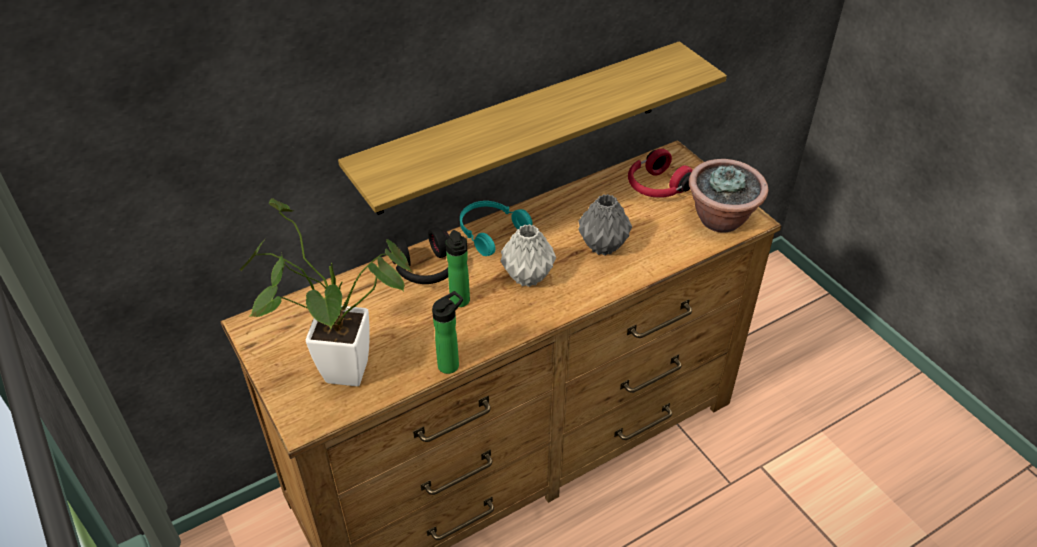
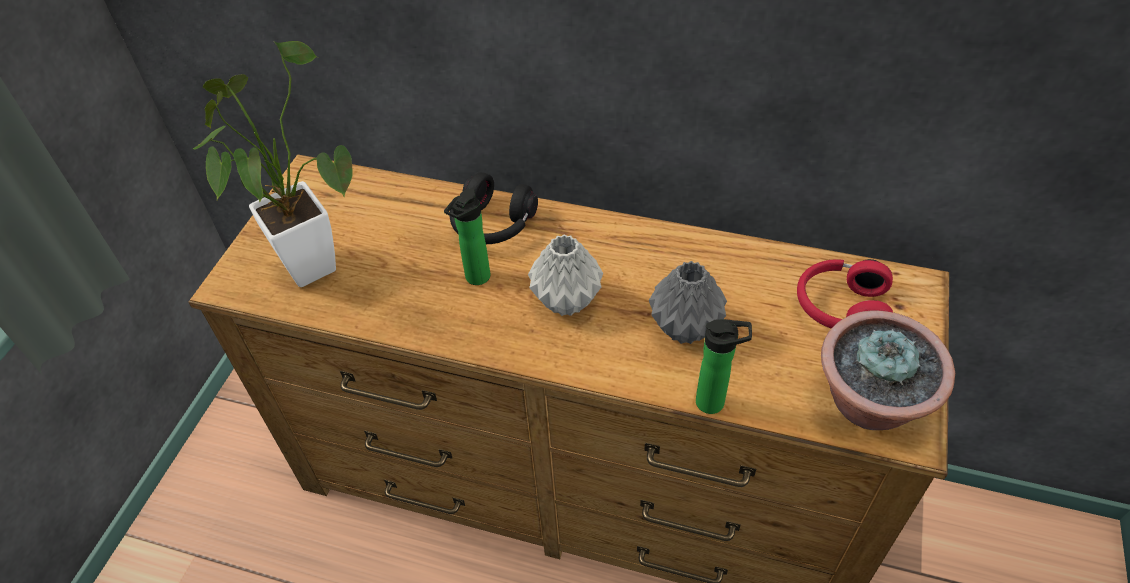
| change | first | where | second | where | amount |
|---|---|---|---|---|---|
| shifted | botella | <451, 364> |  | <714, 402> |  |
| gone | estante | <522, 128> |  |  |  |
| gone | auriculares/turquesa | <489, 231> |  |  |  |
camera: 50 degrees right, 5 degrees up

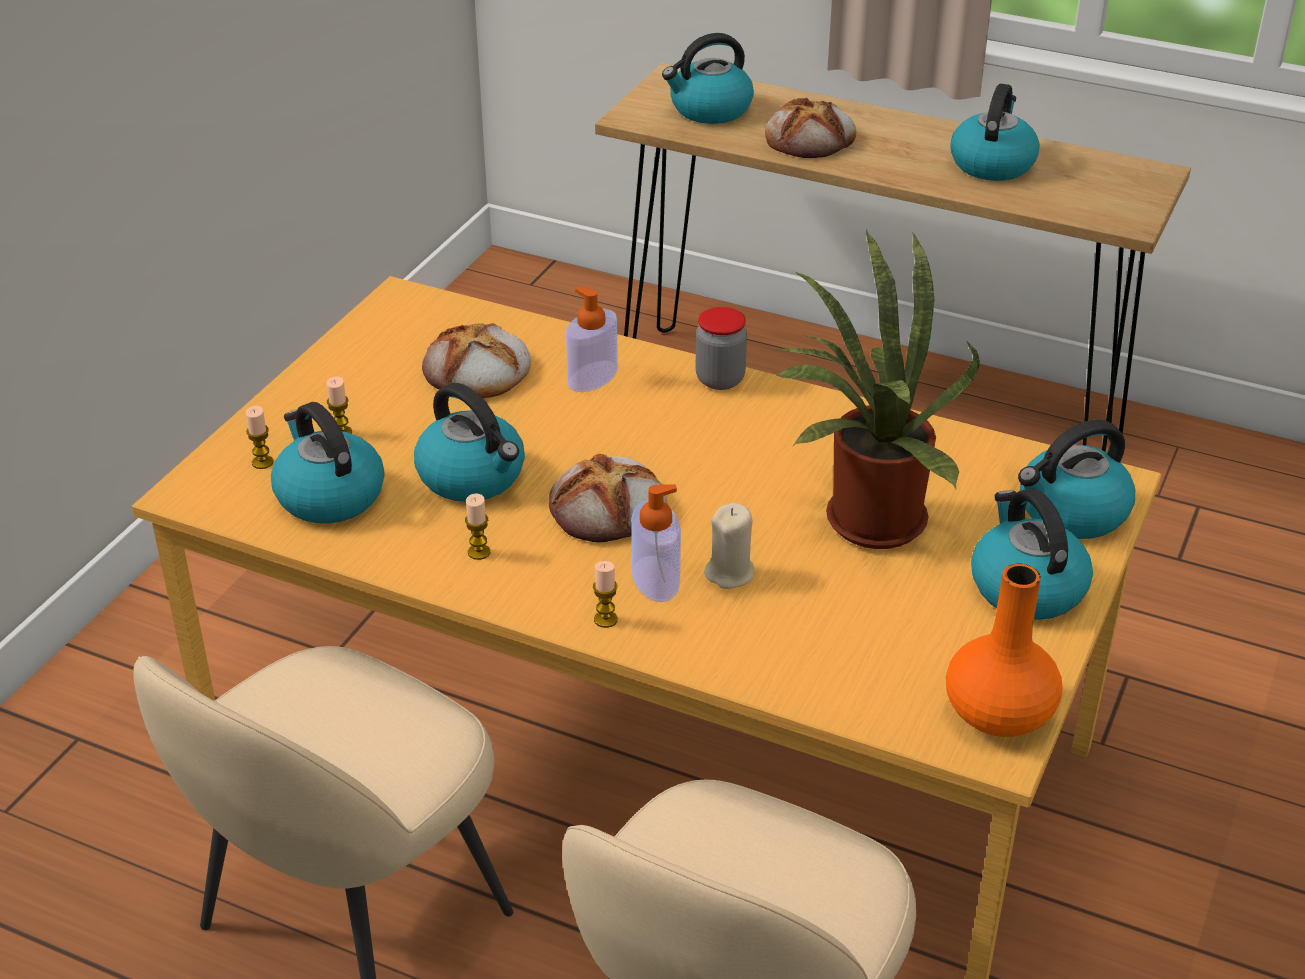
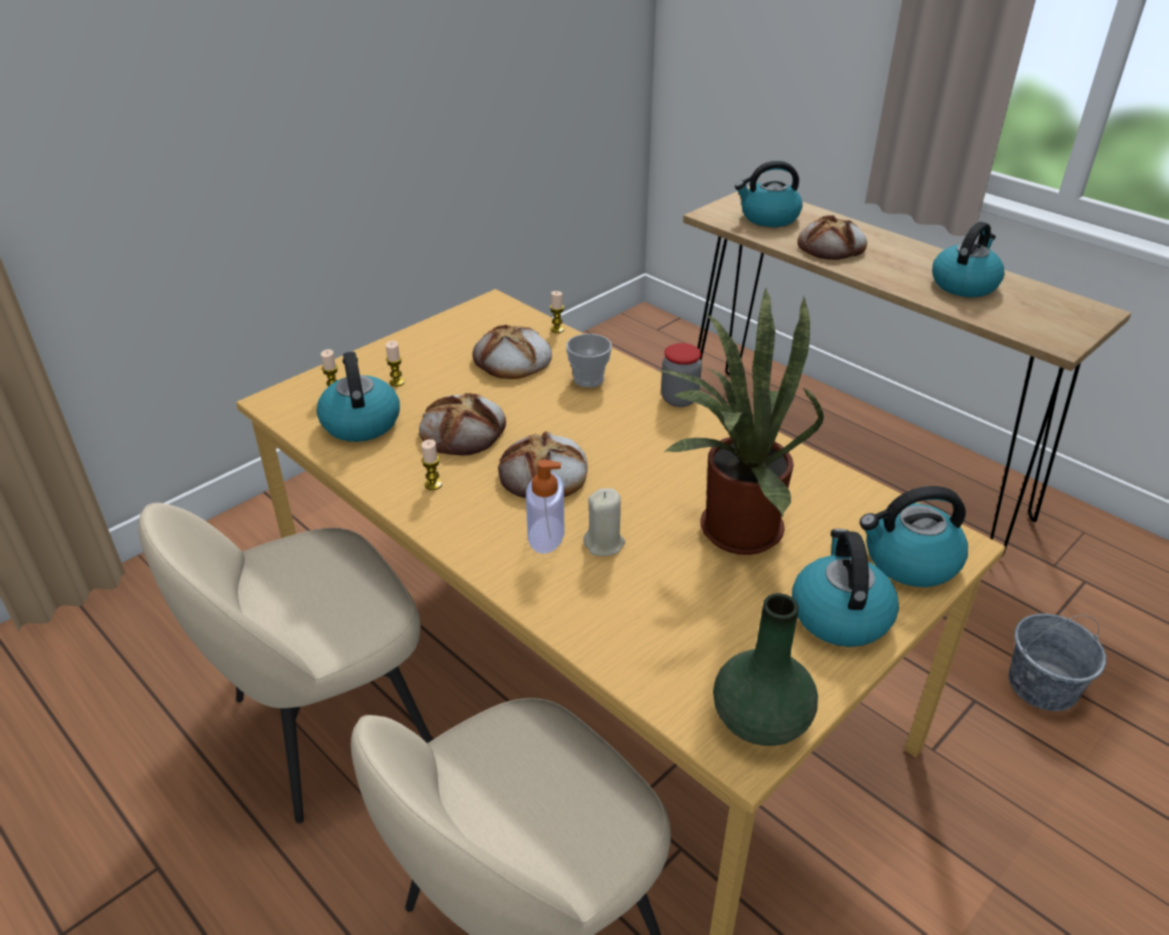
| change | first | where | second | where | amount |
|---|---|---|---|---|---|
| swapped | hervidor | <473, 477> | pan | <463, 430> |  |
| shifted | vela | <605, 619> |  | <557, 329> |  |
| swapped | dispensador de jabón | <592, 377> | taza | <588, 379> |  |
| repainted | florero/naranja | <997, 715> | florero/verde | <759, 720> |  |
| new |  |  | cubo/gris | <1043, 685> |  |
camera: 20 degrees right, 0 degrees up

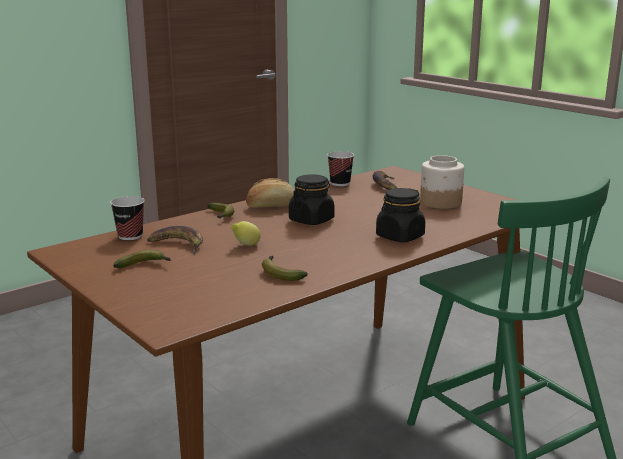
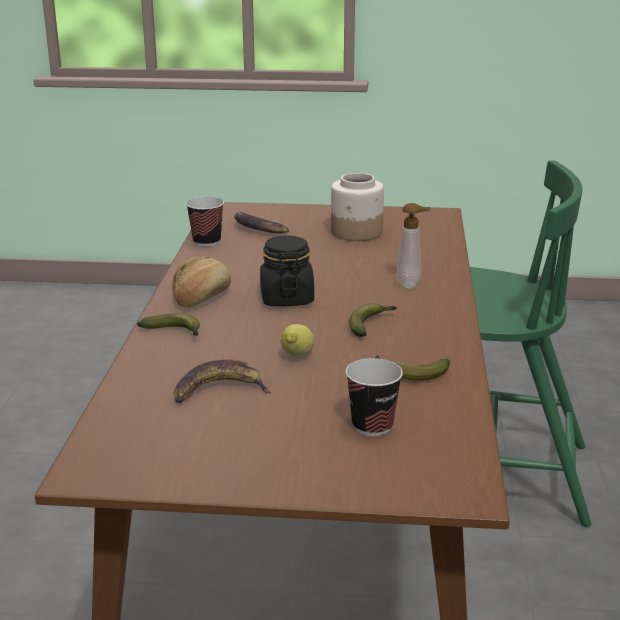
| change | first | where | second | where | amount |
|---|---|---|---|---|---|
| shifted | taza | <130, 236> |  | <372, 426> |  |
| shifted | plátano | <144, 265> |  | <371, 325> |  |
| swapped | tarro/negro | <400, 237> | dispensador de jabón | <411, 285> |  |
camera: 45 degrees left, 5 degrees up

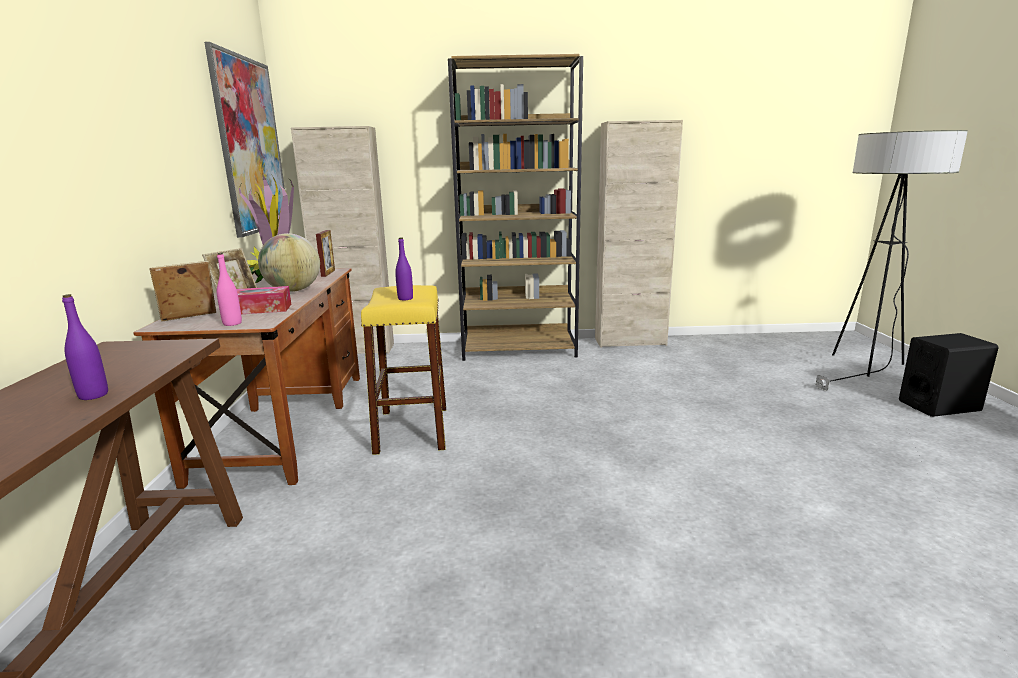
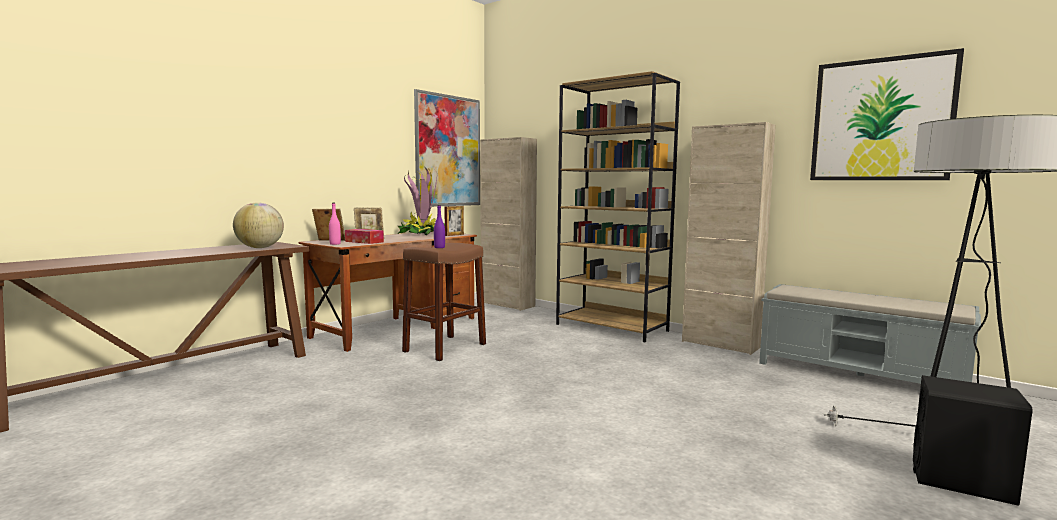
| change | first | where | second | where | amount |
|---|---|---|---|---|---|
| shifted | globo terráqueo | <293, 290> |  | <260, 248> |  |
| repainted | taburete/amarillo | <412, 430> | taburete/marrón | <445, 348> |  |
| new |  |  | banco/gris | <860, 374> |  |
| new |  |  | cuadro | <881, 120> |  |
| gone | botella/morado | <93, 395> |  |  |  |
camera: 40 degrees right, 10 degrees down

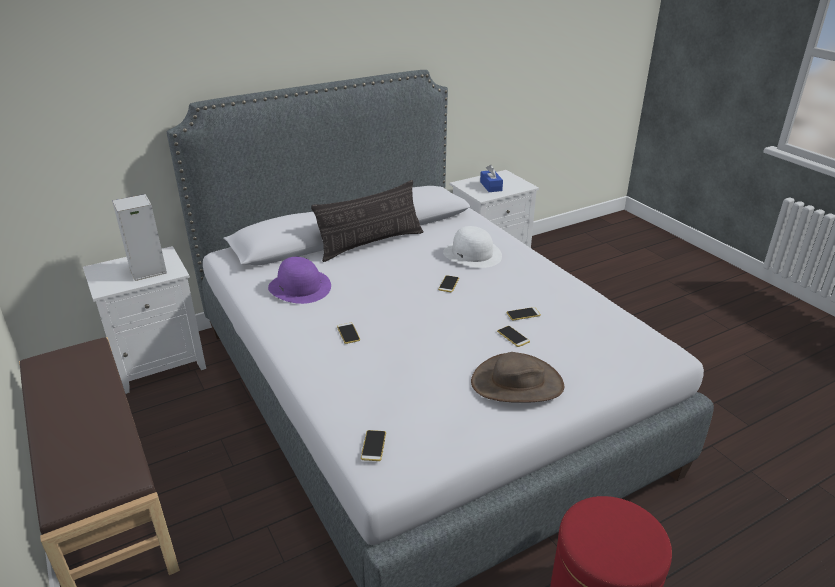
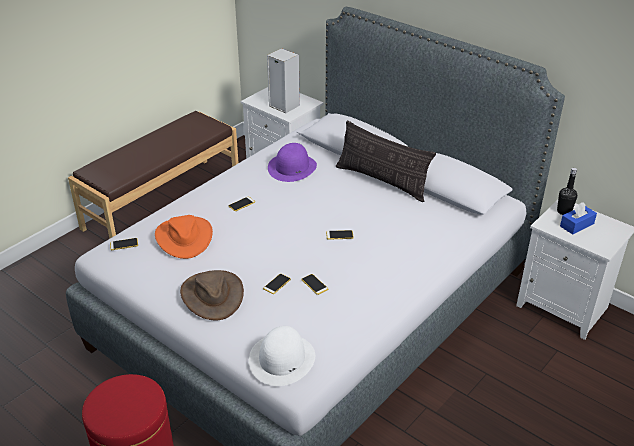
| change | first | where | second | where | amount |
|---|---|---|---|---|---|
| new |  |  | sombrero/naranja | <184, 237> |  |
| shifted | sombrero/blanco | <472, 254> |  | <282, 359> |  |
| new |  |  | botella/negro | <564, 211> |  |
camera: 70 degrees right, 5 degrees up

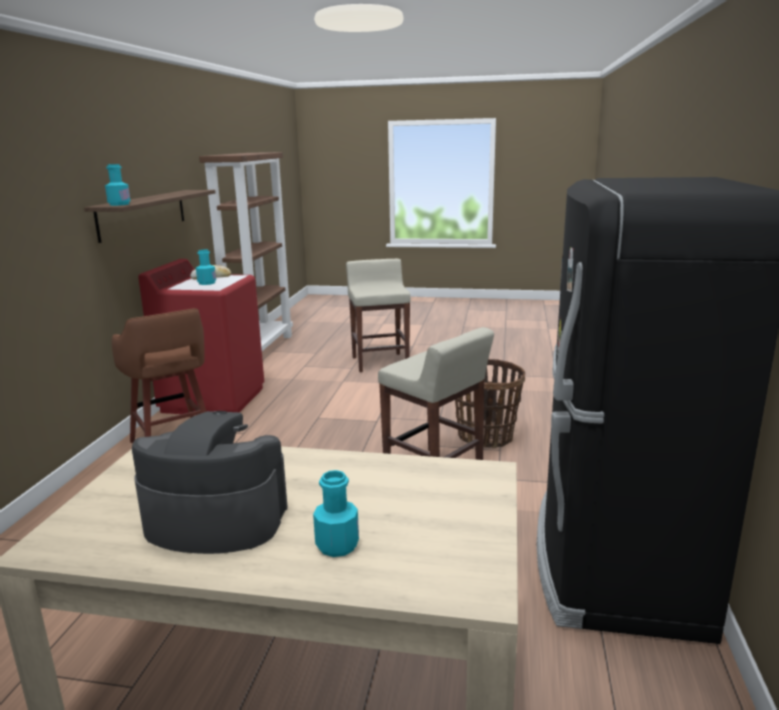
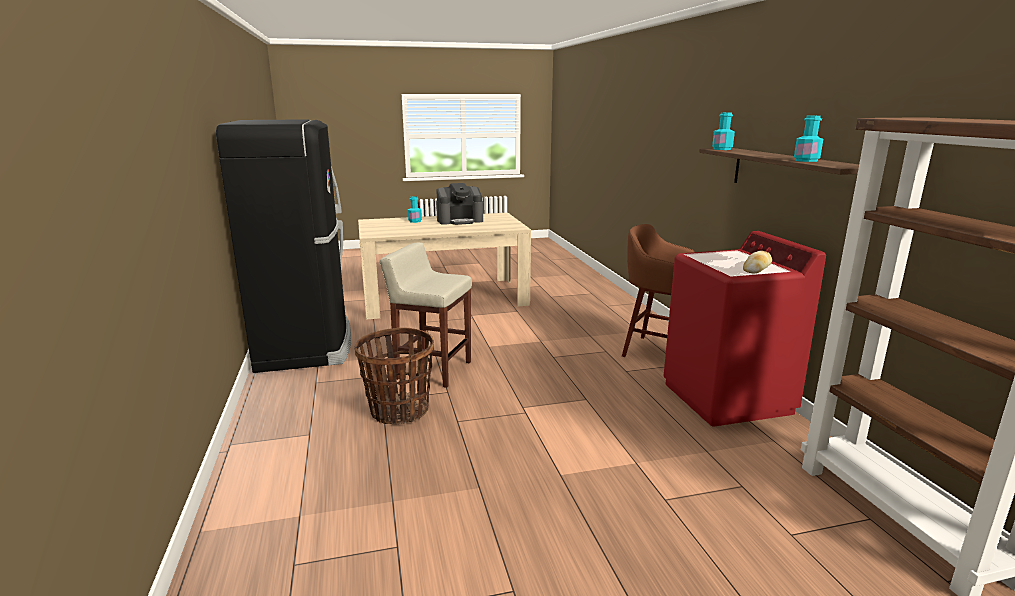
| change | first | where | second | where | amount |
|---|---|---|---|---|---|
| shifted | botella/turquesa | <207, 283> |  | <806, 160> |  |
| gone | taburete/beis | <380, 362> |  |  |  |
camera: 155 degrees right, 0 degrees up

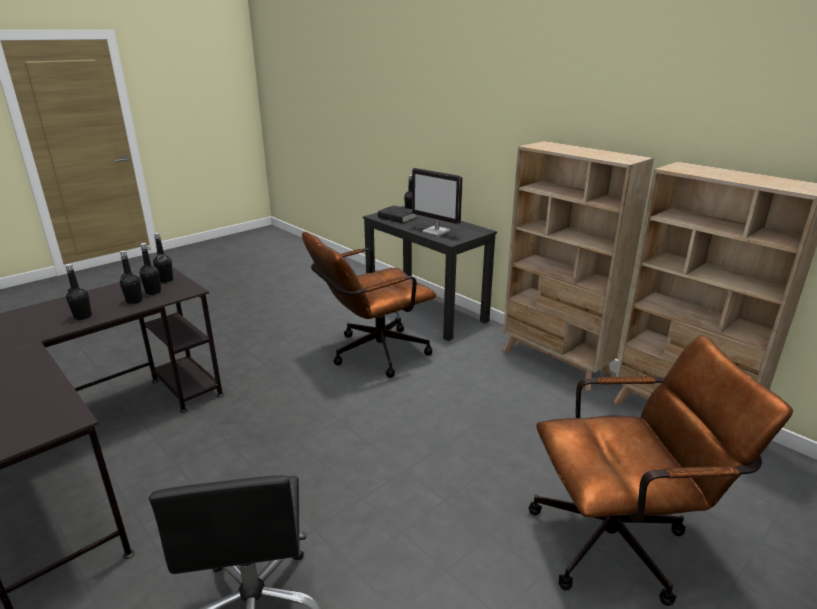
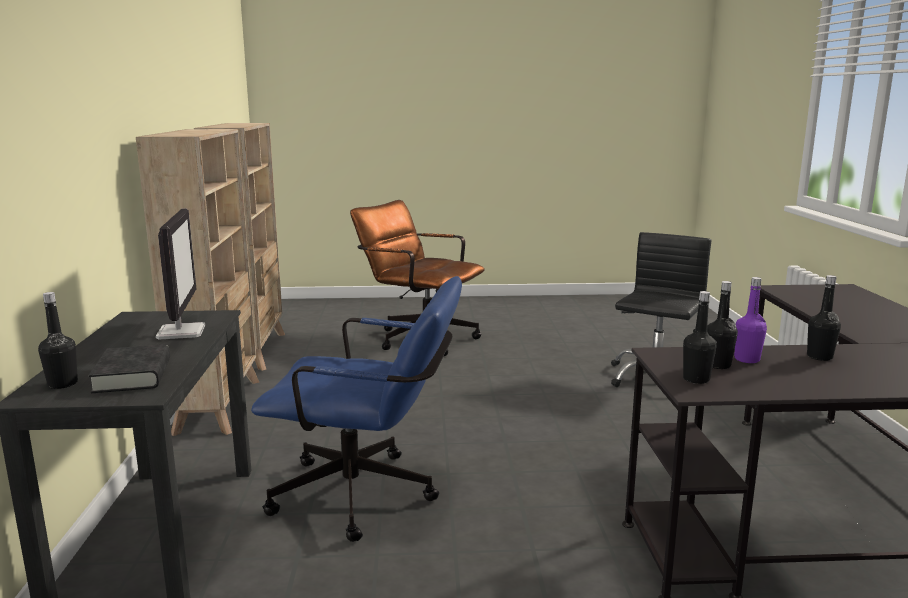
| change | first | where | second | where | amount |
|---|---|---|---|---|---|
| repainted | silla de oficina/marrón | <372, 354> | silla de oficina/azul | <368, 496> |  |
| repainted | botella/negro | <134, 301> | botella/morado | <747, 359> |  |
camera: 140 degrees left, 10 degrees down

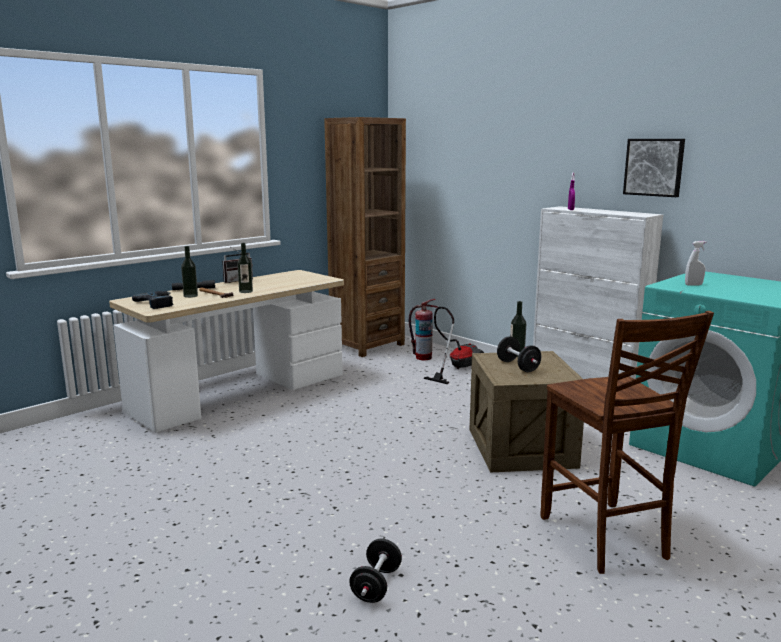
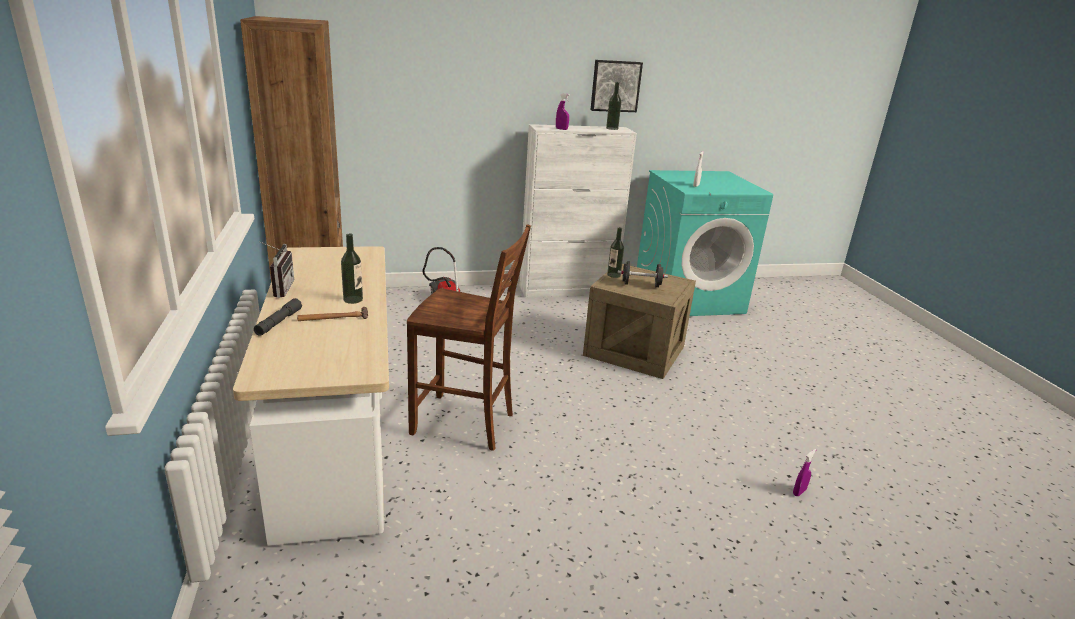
| change | first | where | second | where | amount |
|---|---|---|---|---|---|
| shifted | silla/marrón | <605, 538> |  | <465, 424> |  |
| shifted | botella | <190, 296> |  | <612, 128> |  |
| swapped | mancuerna/negro | <376, 585> | pulverizador/morado | <799, 492> |  |
| gone | taladro | <158, 303> |  |  |  |
| gone | extintor | <423, 357> |  |  |  |
camera: 60 degrees left, 10 degrees up

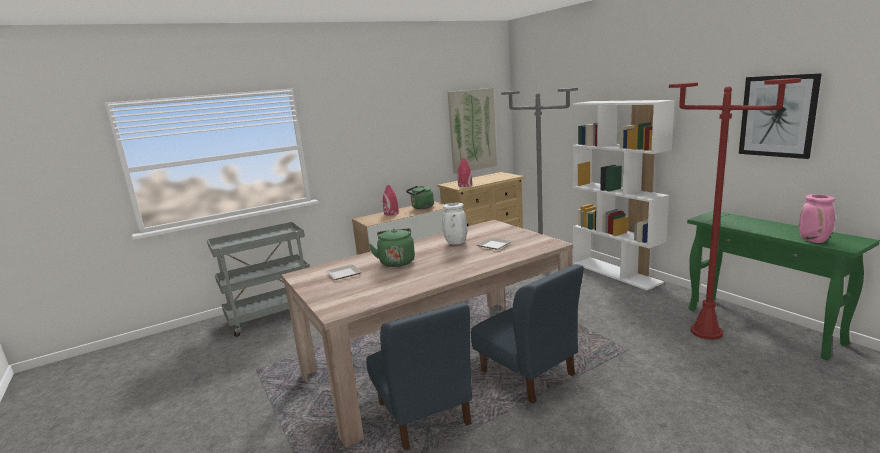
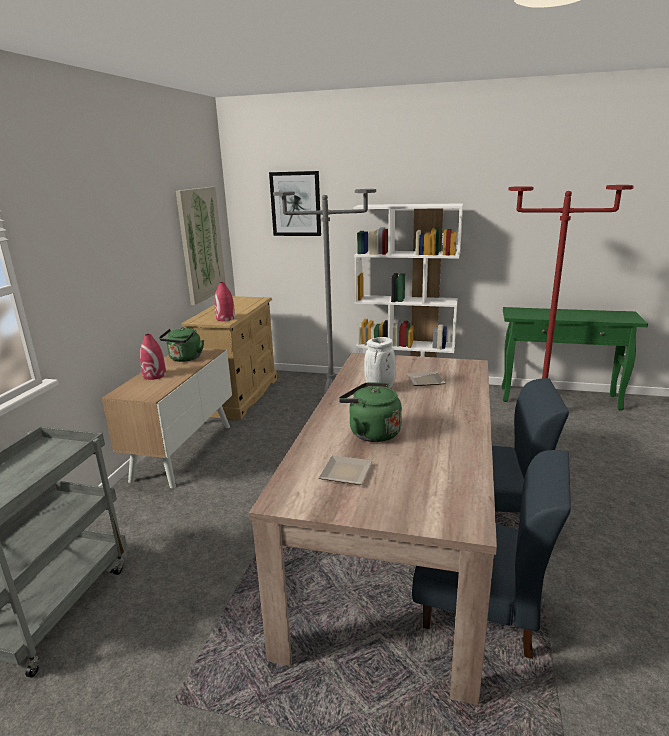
| change | first | where | second | where | amount |
|---|---|---|---|---|---|
| shifted | cuadro | <777, 116> |  | <295, 204> |  |
| gone | florero/rosa | <814, 241> |  |  |  |
camera: 45 degrees left, 5 degrees up

